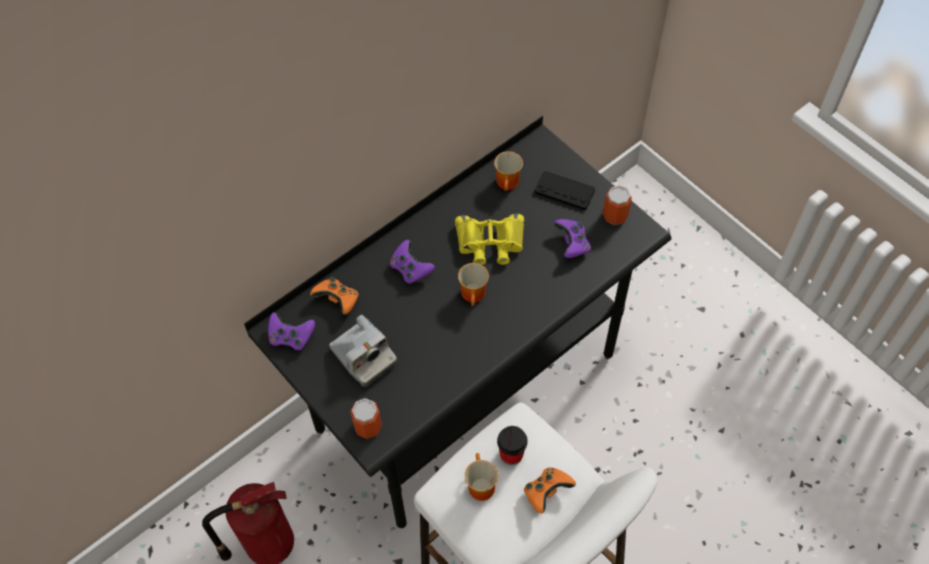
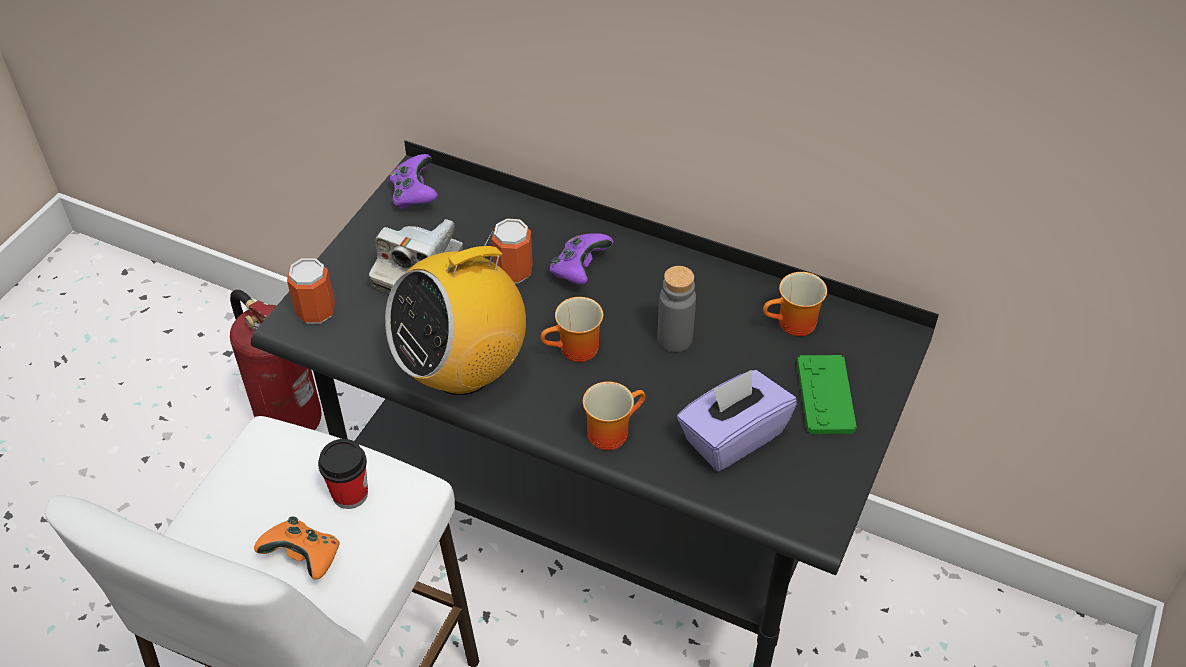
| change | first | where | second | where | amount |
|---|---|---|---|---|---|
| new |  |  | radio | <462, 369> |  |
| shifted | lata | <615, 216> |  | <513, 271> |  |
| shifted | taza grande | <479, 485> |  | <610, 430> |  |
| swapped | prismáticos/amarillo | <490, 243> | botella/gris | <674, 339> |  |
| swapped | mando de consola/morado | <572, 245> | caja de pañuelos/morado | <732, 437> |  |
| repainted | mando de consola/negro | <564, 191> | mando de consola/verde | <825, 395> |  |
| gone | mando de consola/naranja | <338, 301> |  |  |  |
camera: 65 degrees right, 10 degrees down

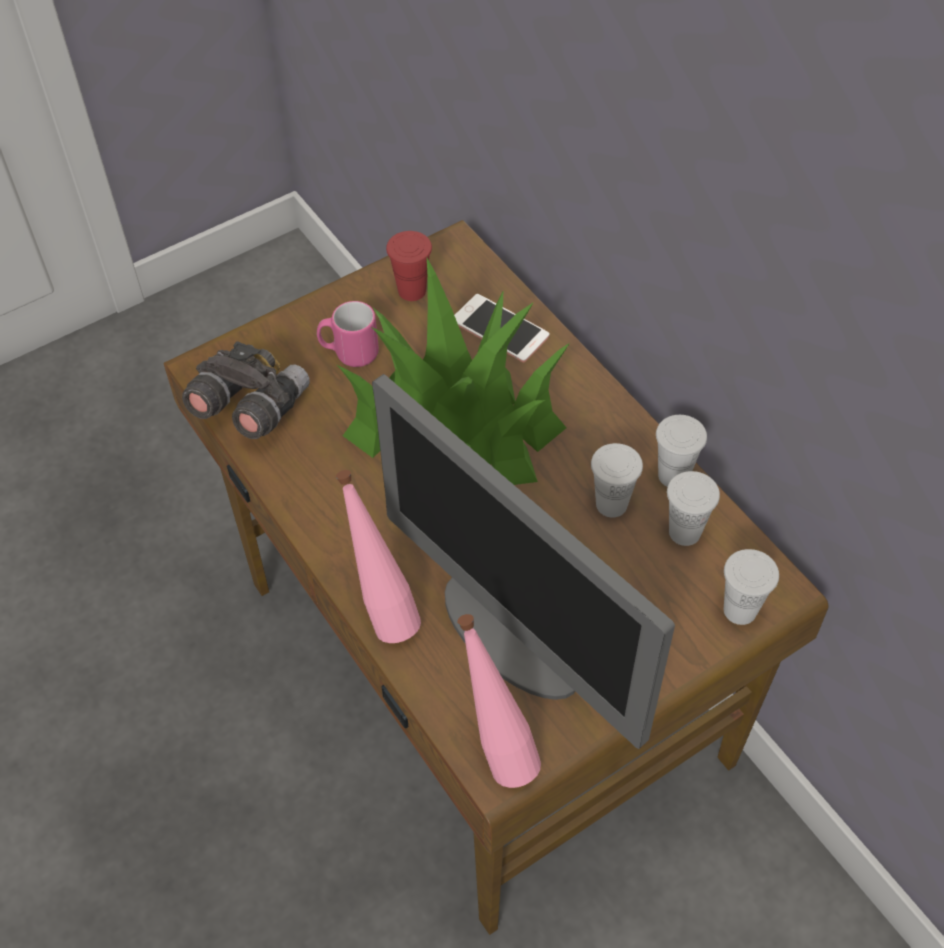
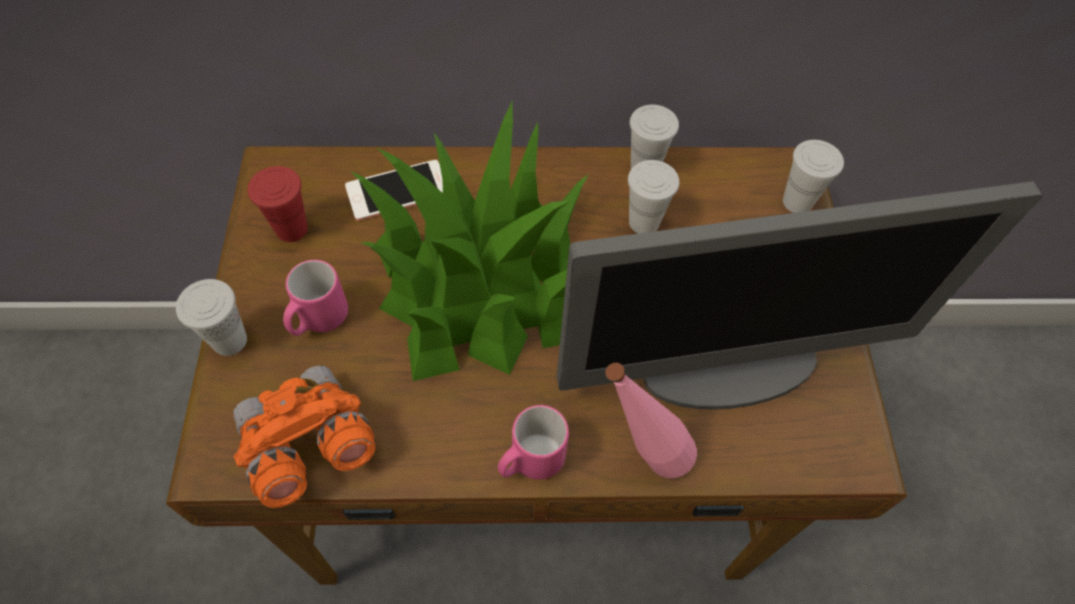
| change | first | where | second | where | amount |
|---|---|---|---|---|---|
| shifted | taza/blanco | <684, 532> |  | <229, 340> |  |
| repainted | prismáticos/gris | <250, 407> | prismáticos/naranja | <307, 446> |  |
| new |  |  | taza grande/rosa | <530, 461> |  |
| gone | botella/rosa | <497, 749> |  |  |  |
camera: 60 degrees left, 5 degrees up

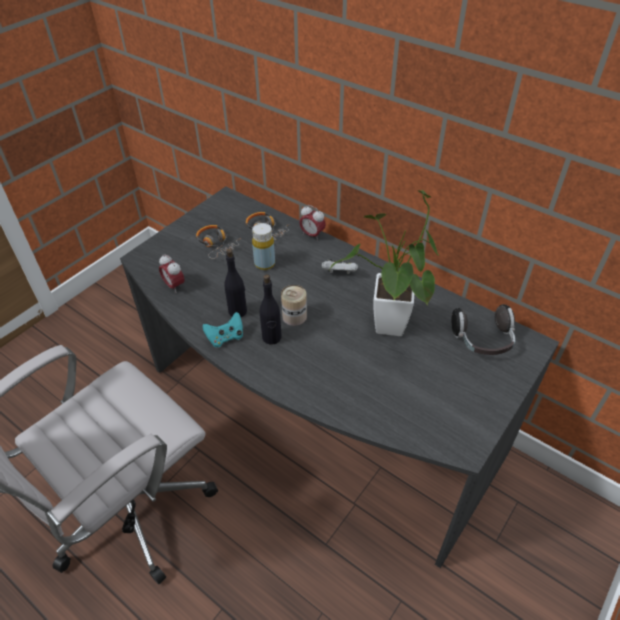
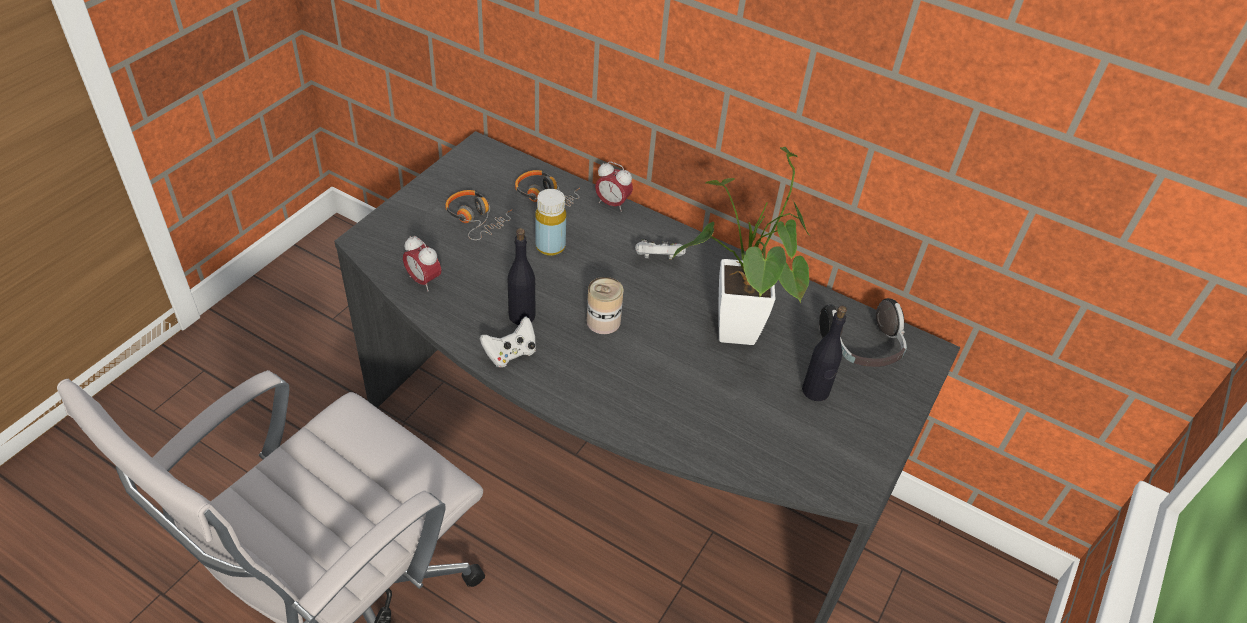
| change | first | where | second | where | amount |
|---|---|---|---|---|---|
| repainted | mando de consola/turquesa | <225, 338> | mando de consola/blanco | <510, 353> |  |
| shifted | botella/negro | <272, 337> |  | <815, 391> |  |
camera: 10 degrees left, 0 degrees up

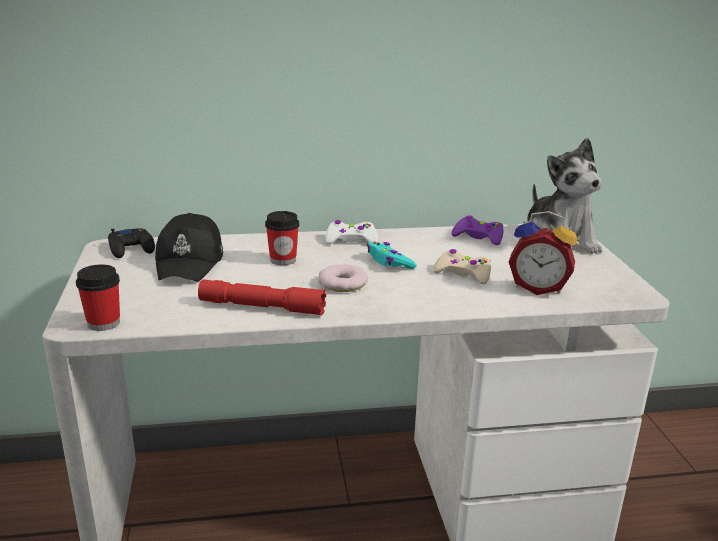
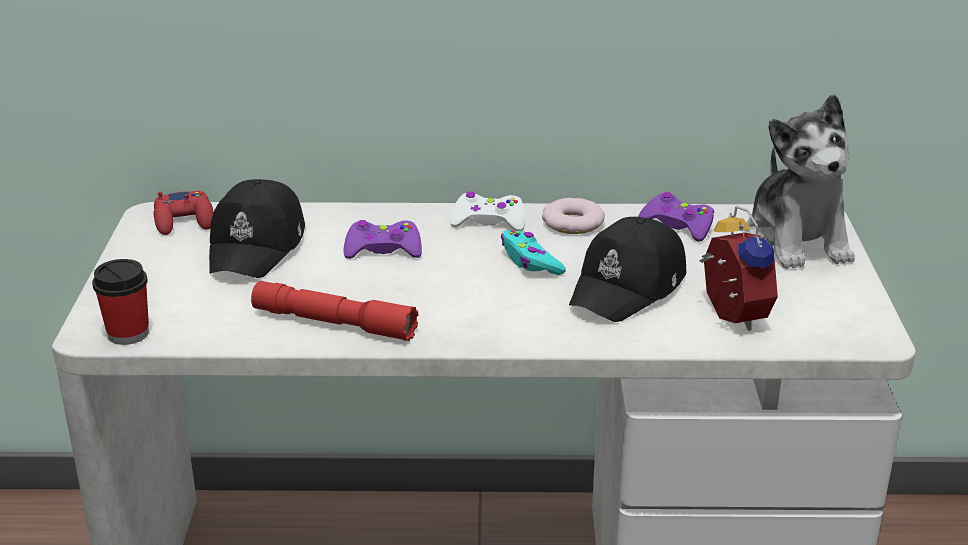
| change | first | where | second | where | amount |
|---|---|---|---|---|---|
| repainted | mando de consola/negro | <132, 248> | mando de consola/rojo | <184, 220> |  |
| swapped | taza | <283, 260> | mando de consola/morado | <383, 250> |  |
| shifted | rosquilla | <343, 283> |  | <572, 223> |  |
| swapped | mando de consola/beis | <463, 274> | gorra/negro | <629, 287> |  |
| rotated | despertador | <538, 287> |  | <729, 316> | 135 degrees counterclockwise |
camera: 10 degrees right, 5 degrees up

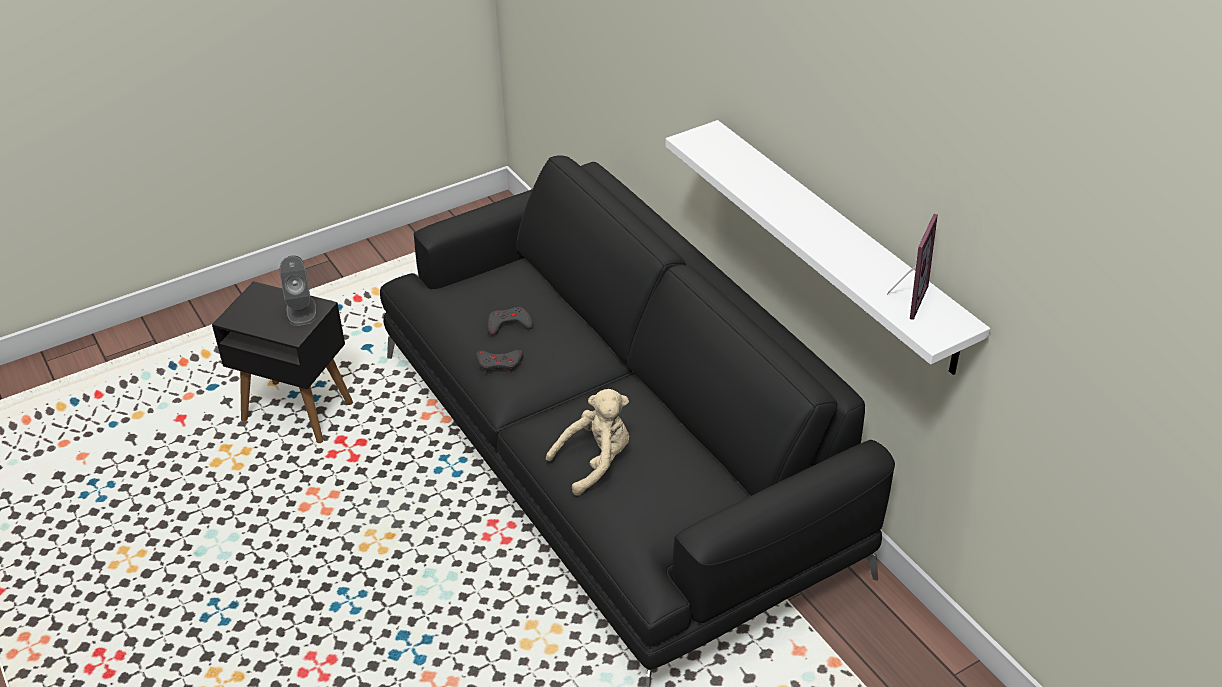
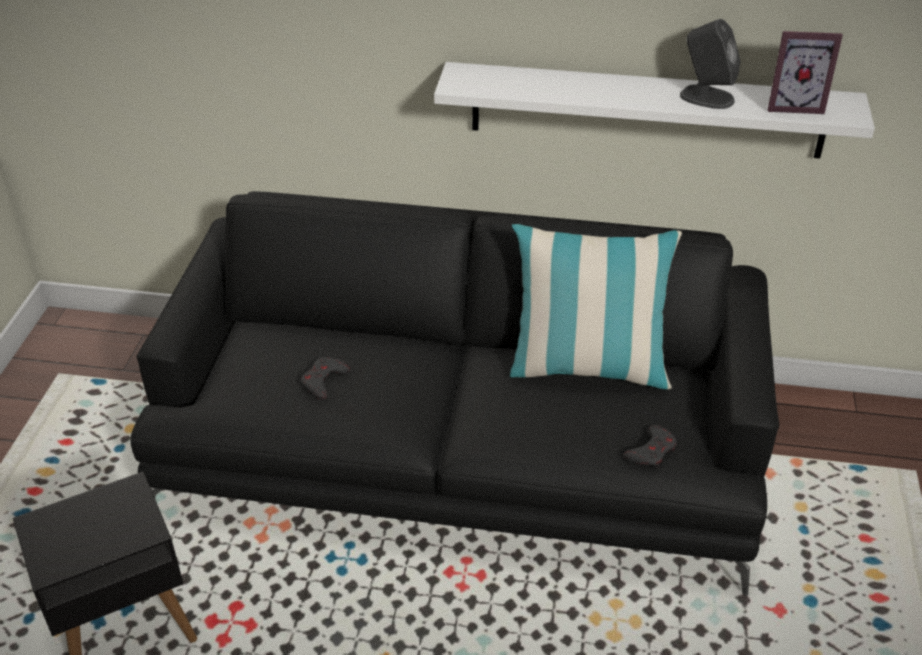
| change | first | where | second | where | amount |
|---|---|---|---|---|---|
| new |  |  | cojín | <587, 367> |  |
| shifted | mando de consola/gris | <499, 364> |  | <651, 451> |  |
| shifted | altavoz/gris | <301, 311> |  | <706, 97> |  |
| rotated | portarretratos | <904, 298> |  | <793, 105> | 120 degrees clockwise |
| gone | peluche/beis | <595, 462> |  |  |  |
camera: 50 degrees left, 0 degrees up

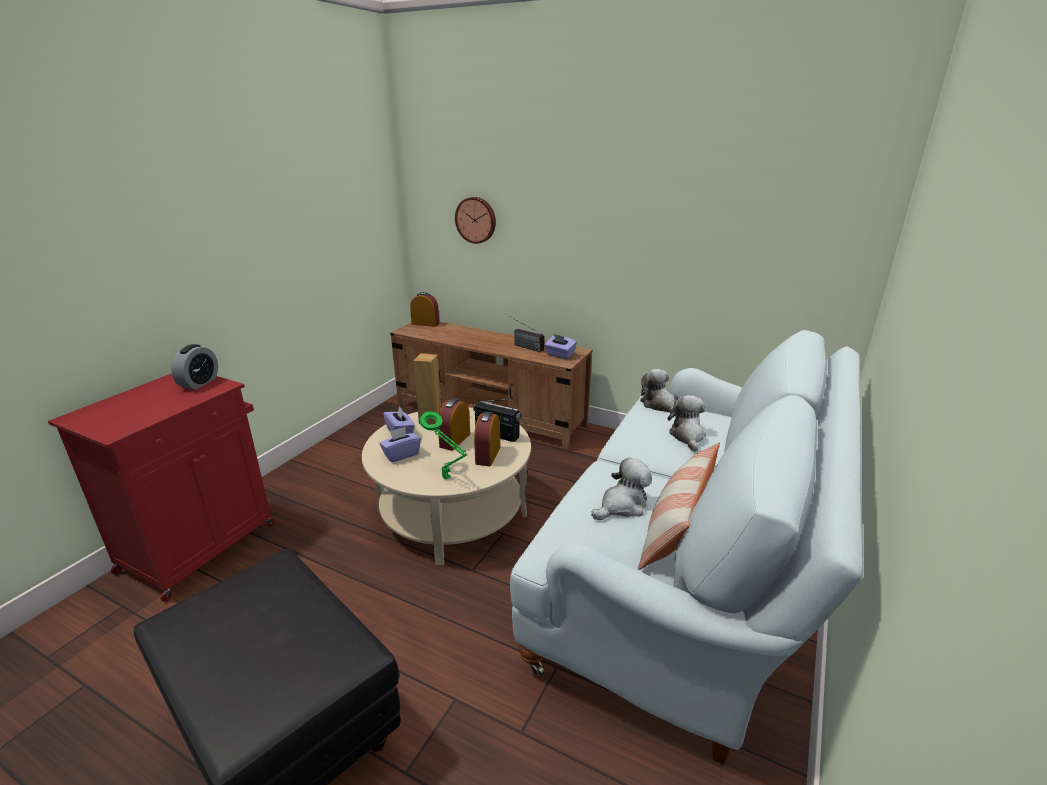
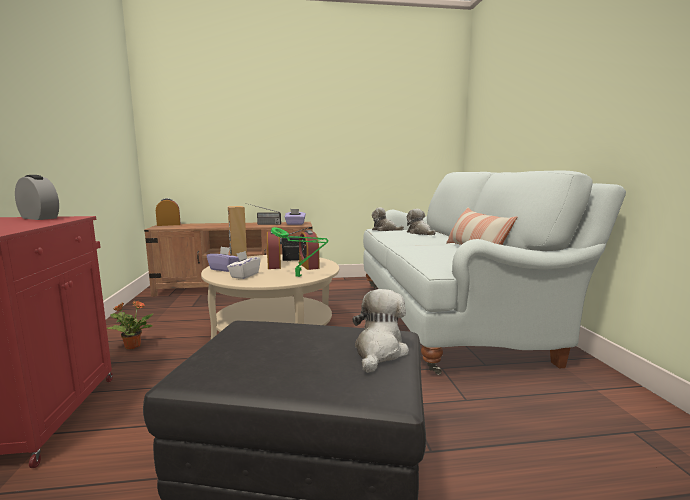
| change | first | where | second | where | amount |
|---|---|---|---|---|---|
| rotated | despertador | <199, 383> |  | <39, 218> | 45 degrees counterclockwise |
| new |  |  | planta en maceta | <132, 346> |  |
| repainted | caja de pañuelos/morado | <401, 454> | caja de pañuelos/blanco | <244, 275> |  |
| shifted | peluche | <622, 506> |  | <379, 351> |  |
| gone | reloj de pared | <476, 220> |  |  |  |
camera: 35 degrees left, 15 degrees down

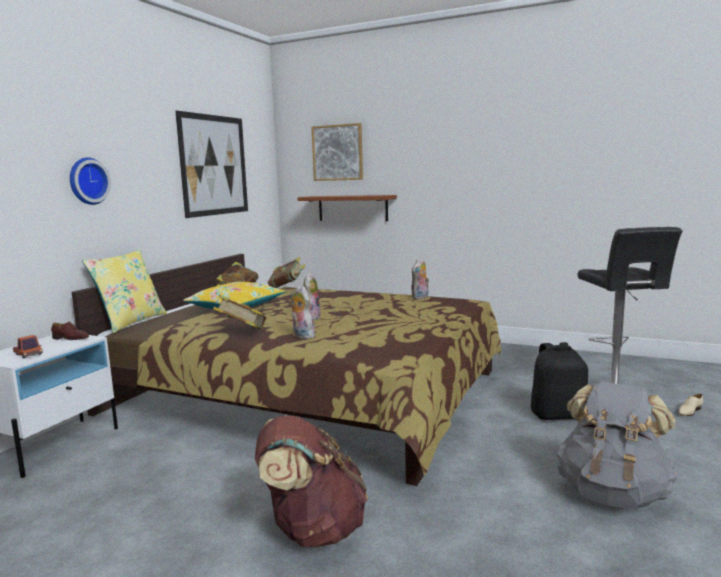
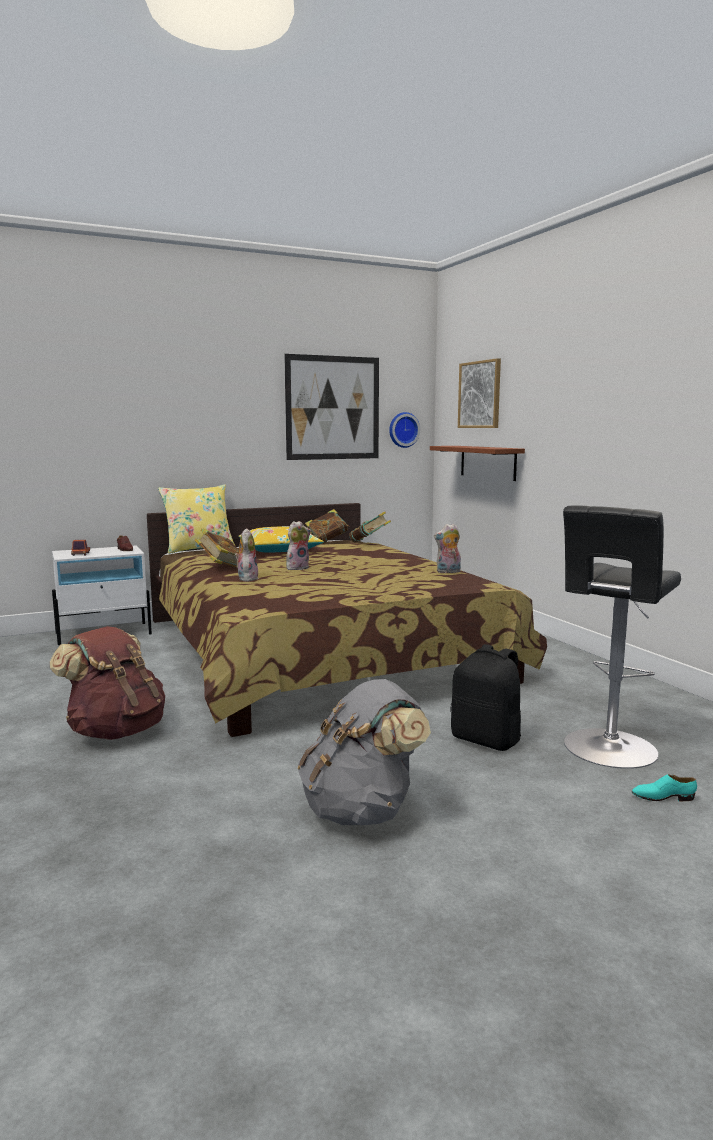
| change | first | where | second | where | amount |
|---|---|---|---|---|---|
| shifted | reloj de pared | <87, 181> |  | <403, 430> |  |
| repainted | zapato/beis | <689, 411> | zapato/turquesa | <663, 797> |  |
camera: 40 degrees right, 0 degrees up

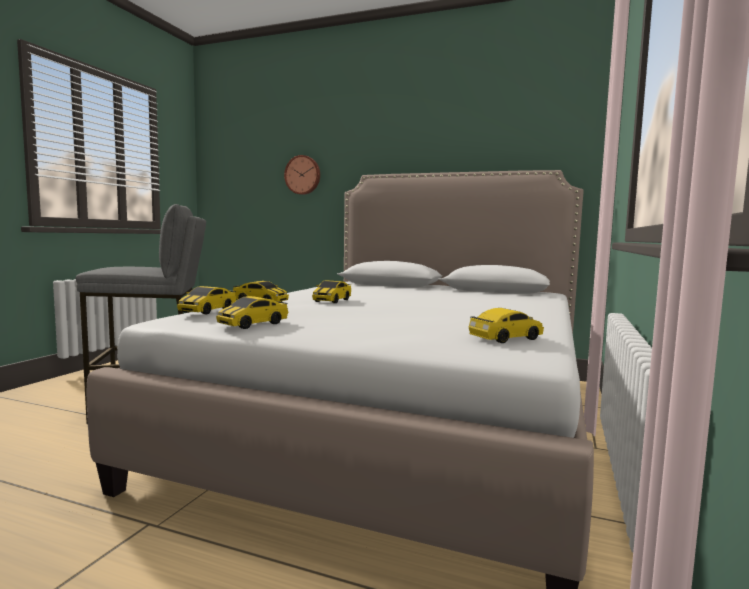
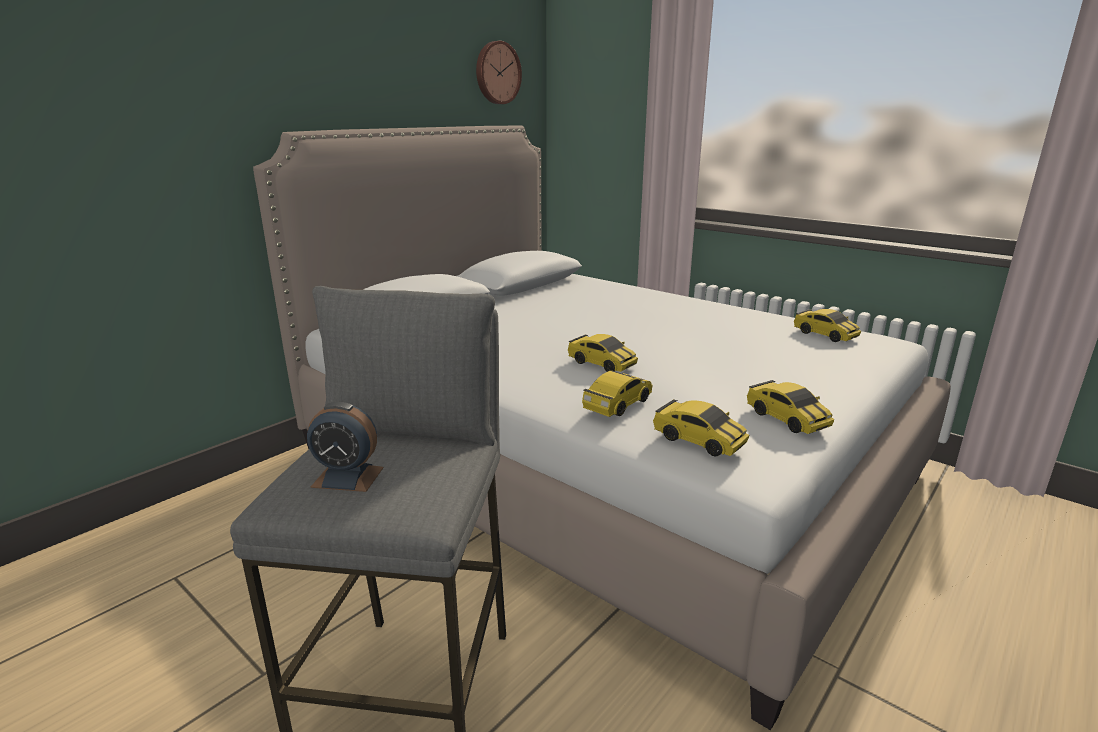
| change | first | where | second | where | amount |
|---|---|---|---|---|---|
| new |  |  | despertador | <348, 477> |  |
| shifted | reloj de pared | <303, 175> |  | <497, 73> |  |
| rotated | coche de juguete | <506, 338> |  | <825, 334> | 150 degrees clockwise |
camera: 70 degrees left, 15 degrees up

